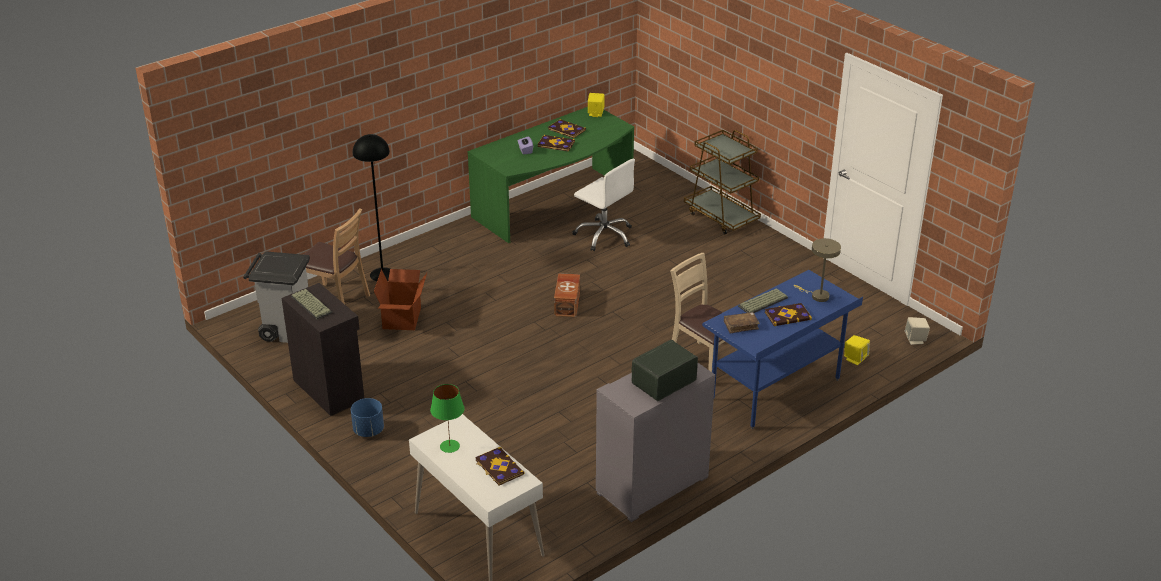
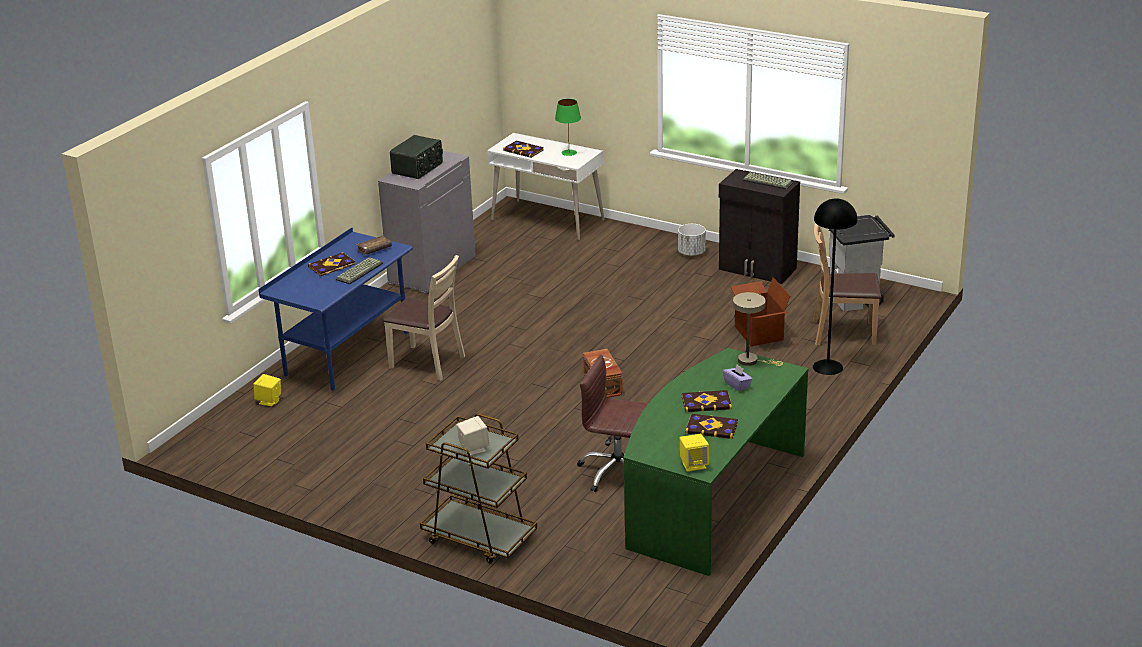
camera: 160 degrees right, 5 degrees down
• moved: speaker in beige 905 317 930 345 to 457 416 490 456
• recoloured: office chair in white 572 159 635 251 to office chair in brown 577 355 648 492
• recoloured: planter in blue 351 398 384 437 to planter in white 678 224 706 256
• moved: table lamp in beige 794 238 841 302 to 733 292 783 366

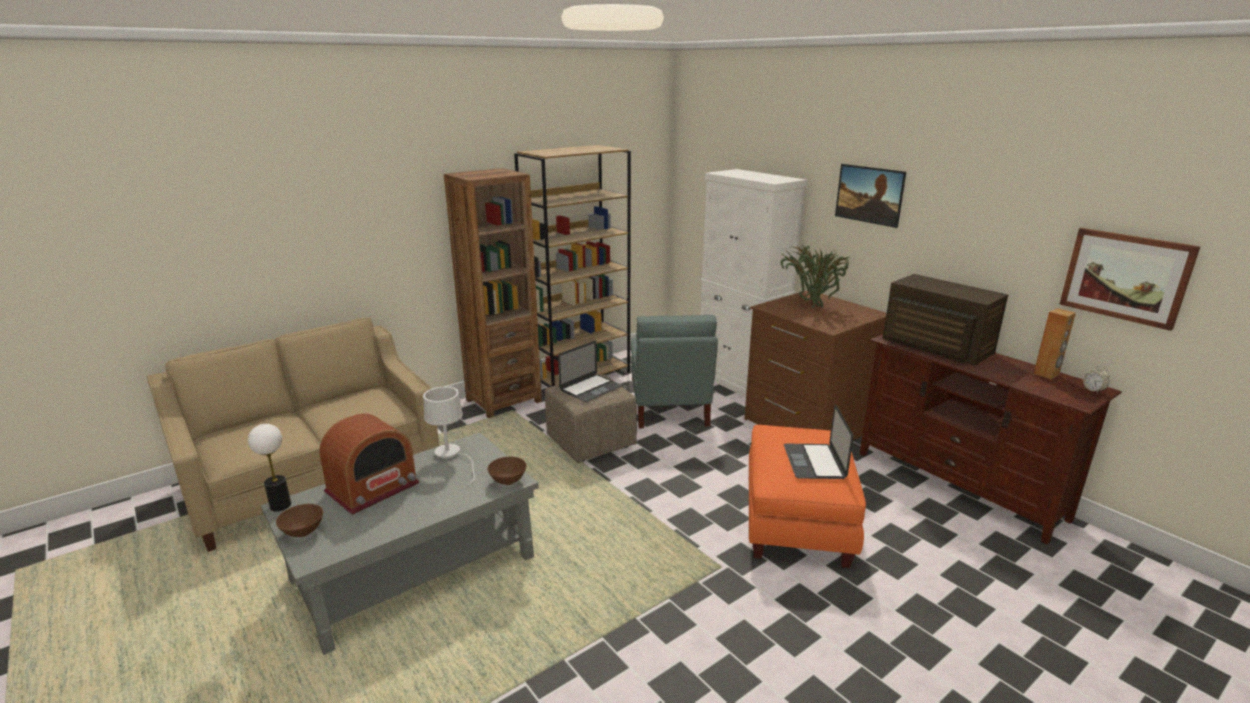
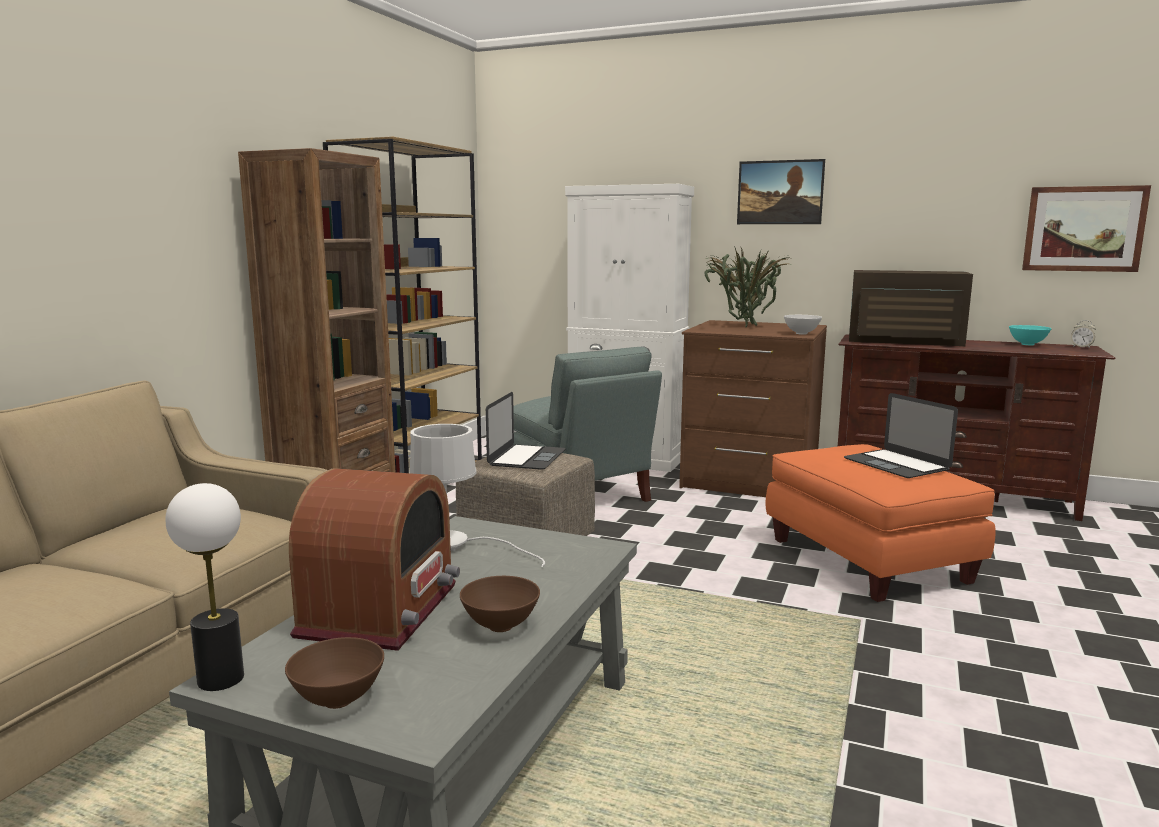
camera: 30 degrees left, 10 degrees down
• moved: bowl in brown 488 457 527 485 to 460 576 540 632
• added: bowl in white 784 315 822 334
• replaced: speaker in brown 1033 308 1076 379 to bowl in turquoise 1009 325 1051 345

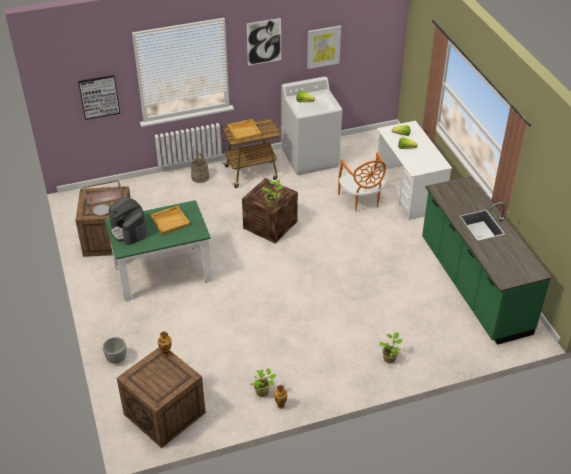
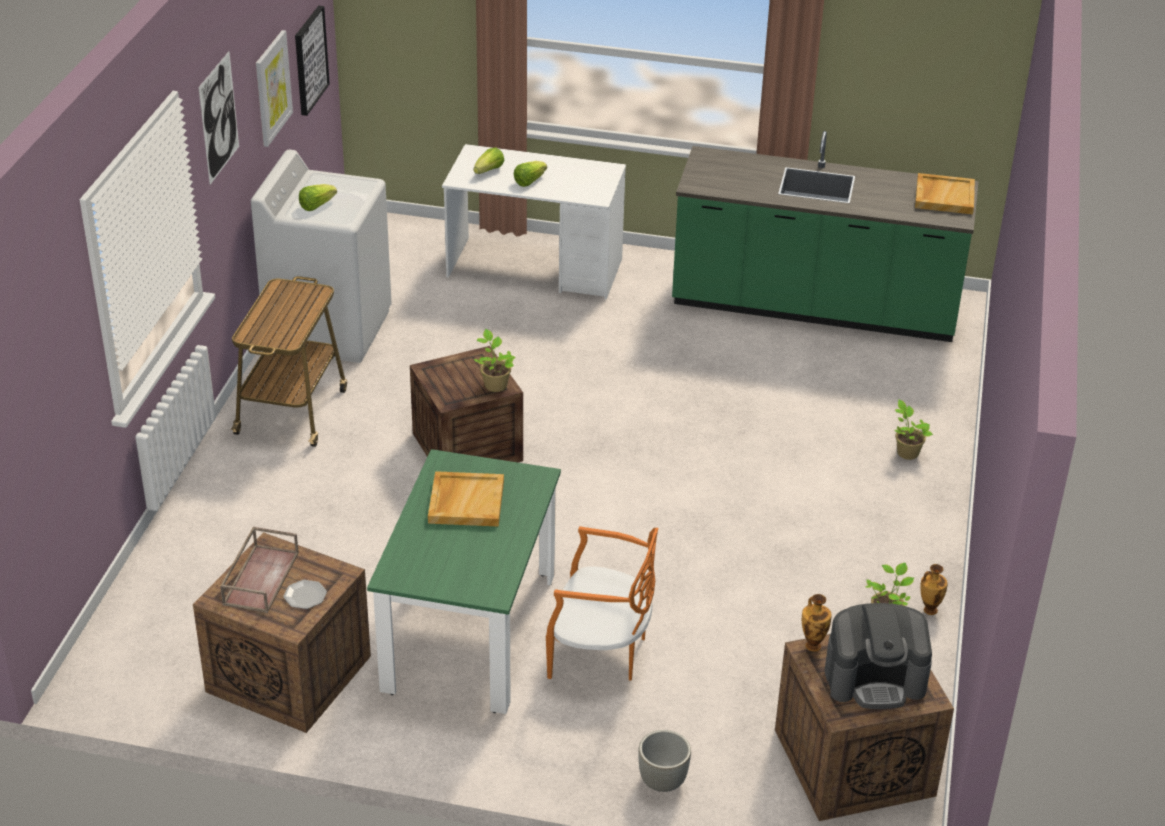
camera: 60 degrees left, 5 degrees down
• moved: picture 78 75 120 120 to 295 6 330 116
• moved: chair in orange 338 153 386 212 to 546 526 658 681
• moved: coffee machine 109 197 147 245 to 825 603 932 709
• moved: tray in beige 227 119 261 142 to 915 173 975 214
• removed: bucket in beige 191 153 209 183

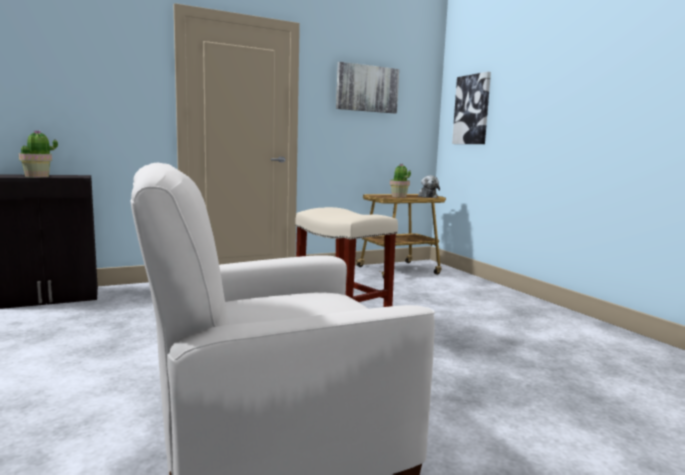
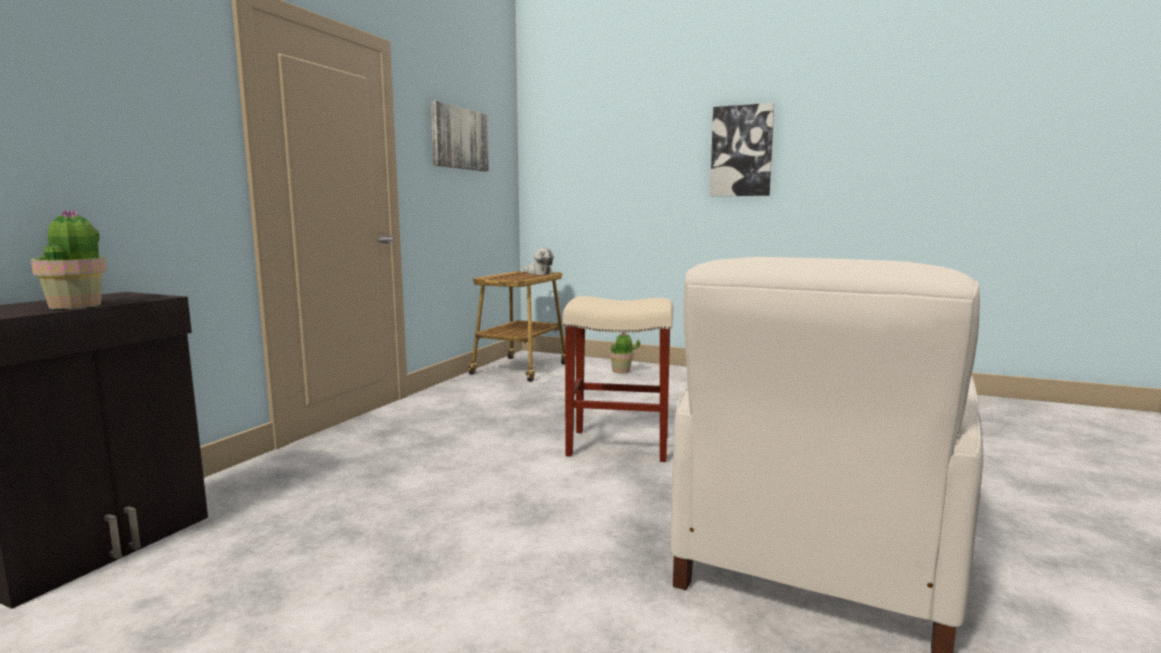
camera: 40 degrees left, 0 degrees up
• moved: potted plant 390 164 411 198 to 609 333 640 373
• moved: picture 452 72 491 144 to 710 103 774 196

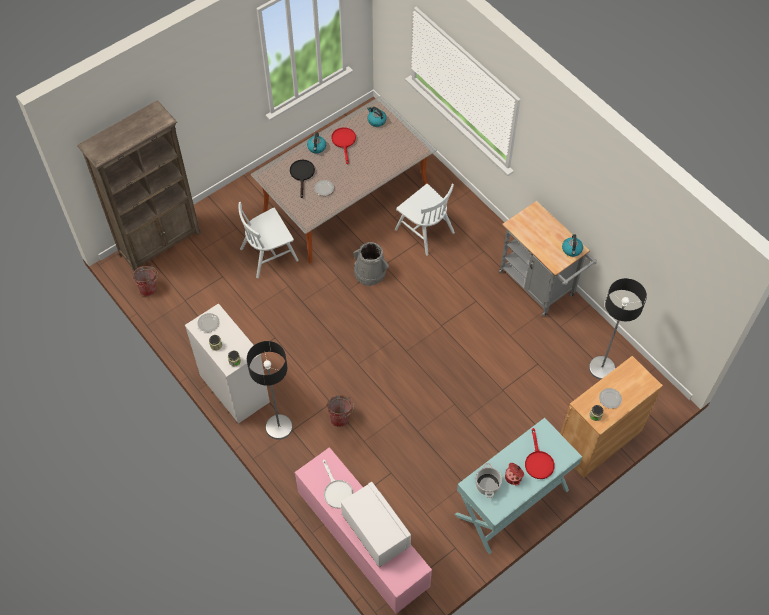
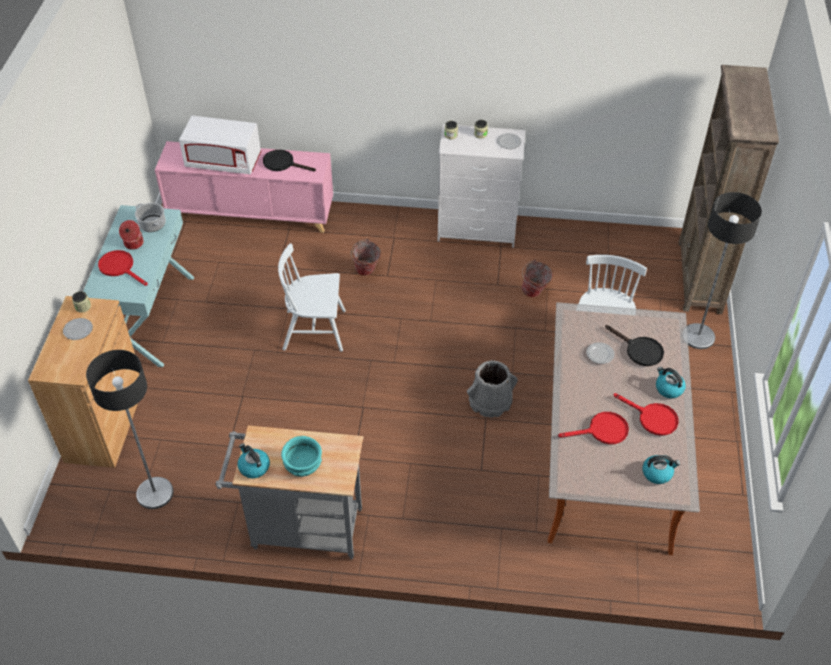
camera: 135 degrees right, 10 degrees down
• recoloured: frying pan in white 323 460 353 509 to frying pan in black 263 150 316 171
• moved: chair in white 395 184 455 256 to 278 243 346 352
• added: bowl in turquoise 281 436 322 477
• moved: bucket 133 265 158 296 to 522 259 553 298
• added: frying pan in red 558 412 629 444
• moved: floor lamp 247 341 293 440 to 687 192 762 349

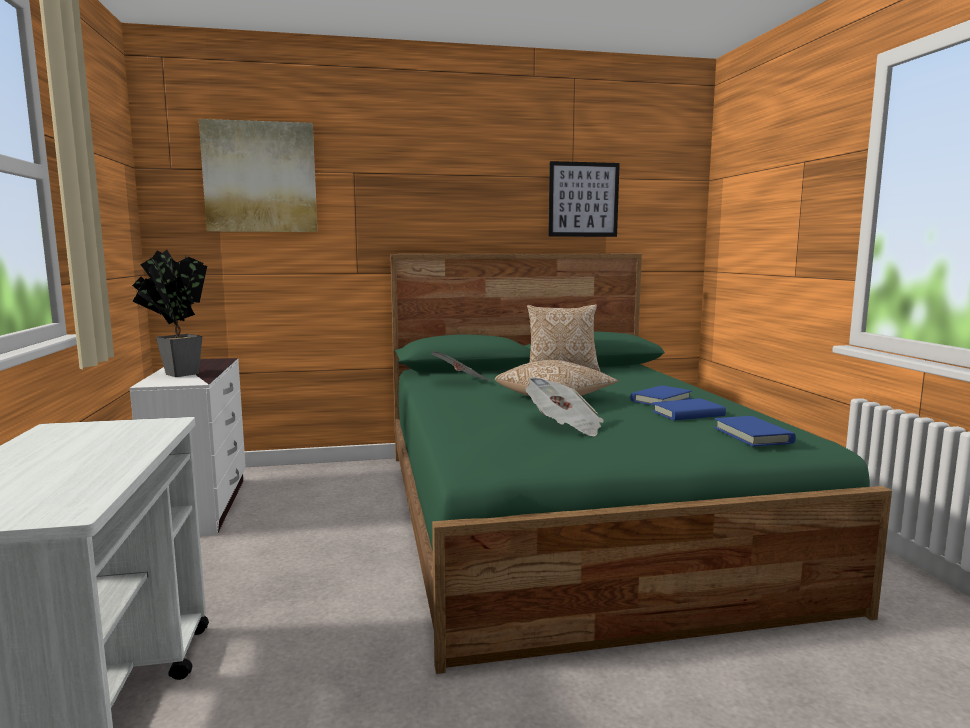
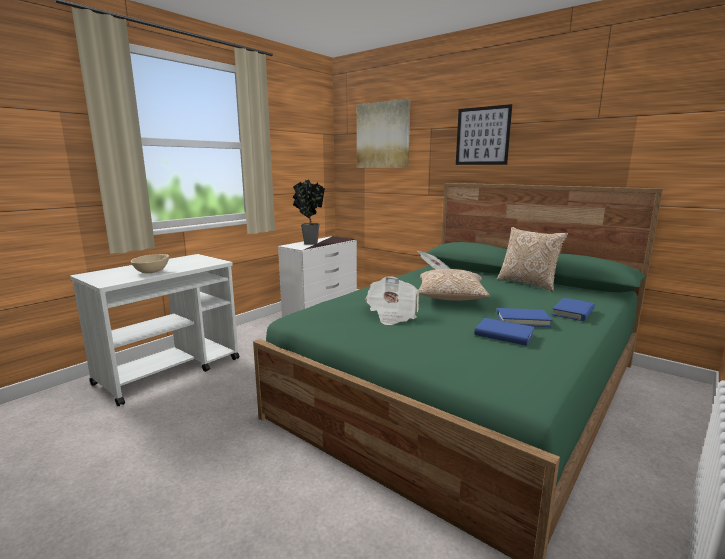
camera: 50 degrees right, 5 degrees up
• added: bowl in beige 131 254 169 273
• moved: picture 548 161 620 237 to 456 104 512 165
• moved: book in blue 714 416 796 447 to 552 298 595 321

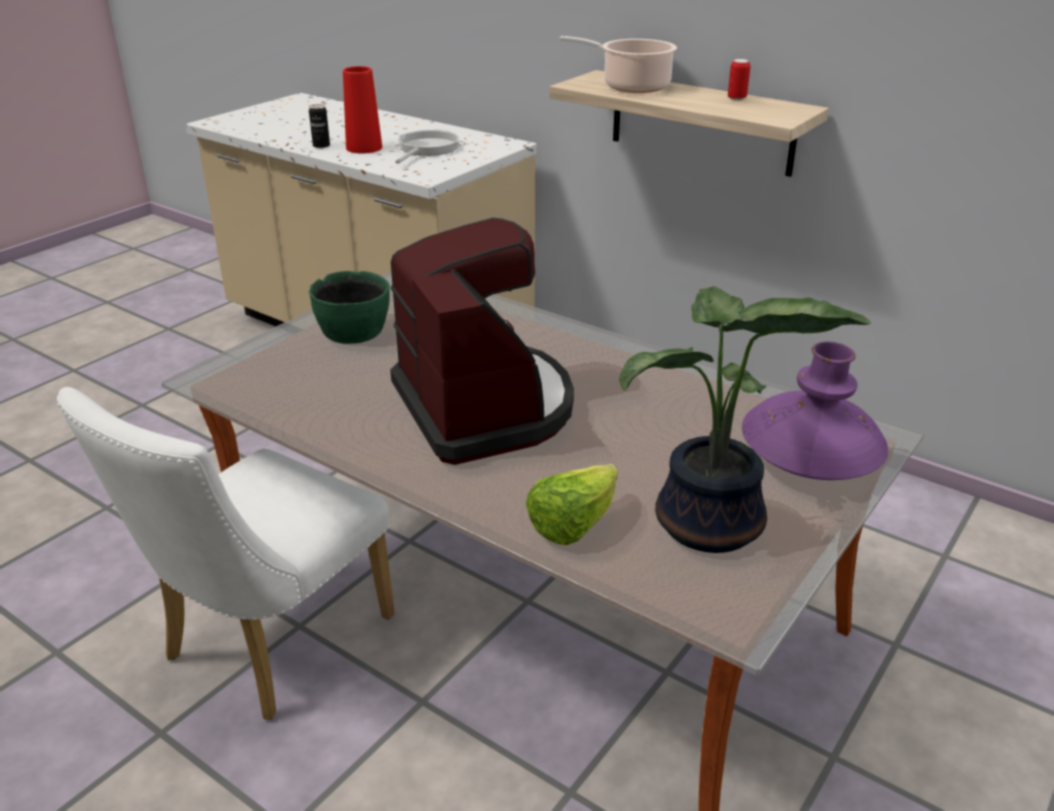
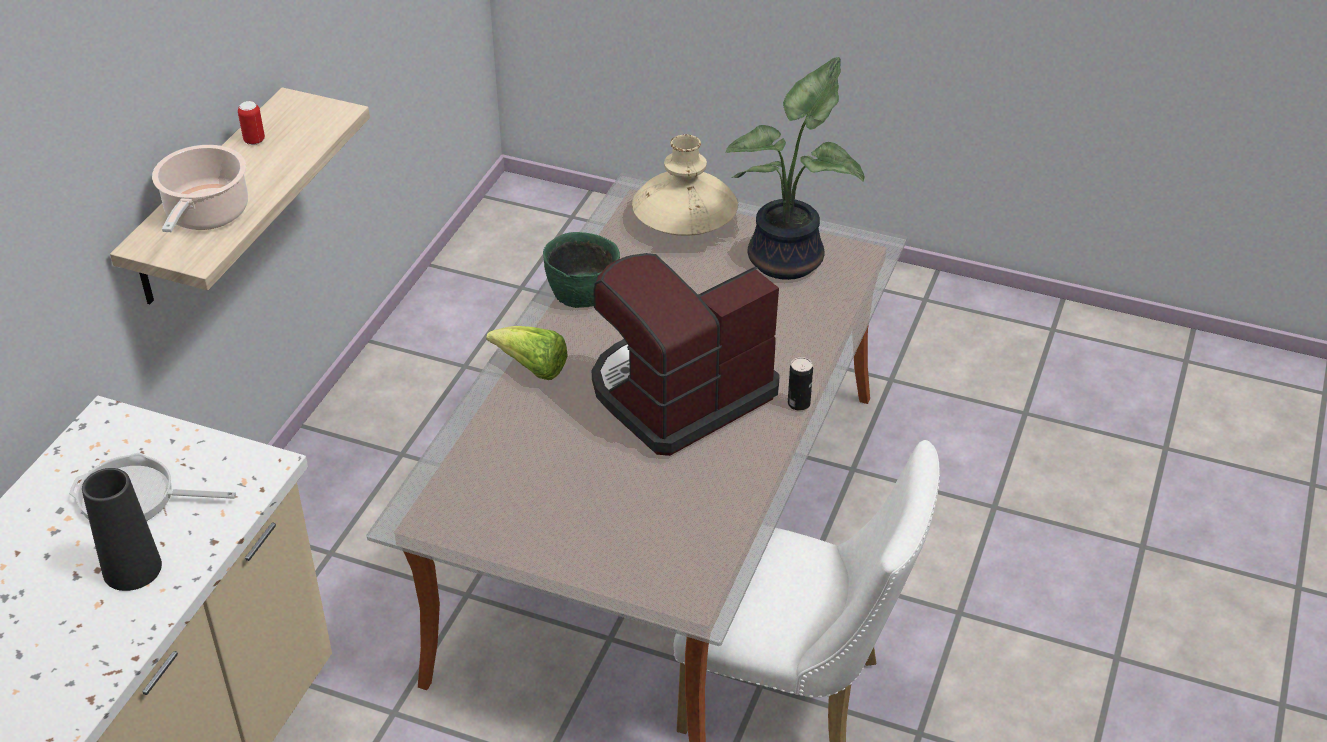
camera: 105 degrees left, 10 degrees up
• recoloured: vase in red 343 66 382 153 to vase in black 82 468 162 591
• moved: lettuce 526 464 618 545 to 486 326 568 380
• moved: bowl in green 309 271 390 344 to 543 232 620 308
• recoloured: vase in purple 742 341 888 480 to vase in beige 632 134 738 236
• moved: can 309 104 330 148 to 788 357 813 411

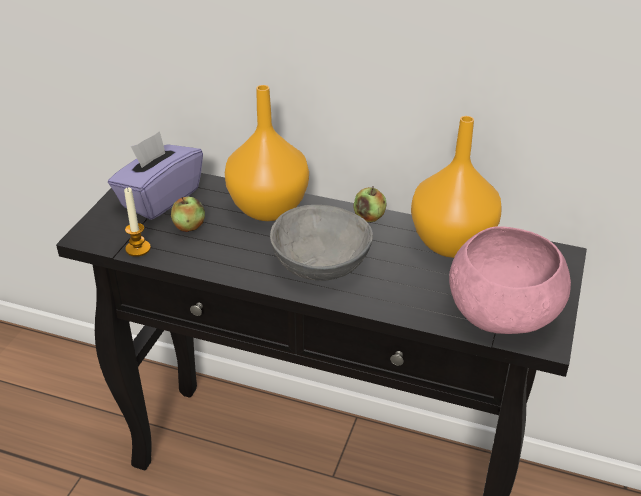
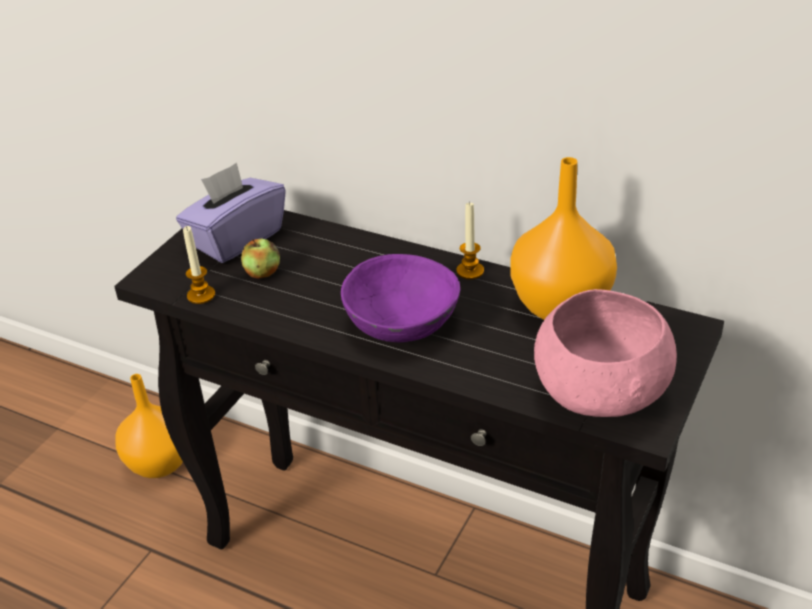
camera: 10 degrees right, 0 degrees up
• moved: vase in orange 225 85 309 221 to 115 374 183 478
• recoloured: bowl in grey 270 205 373 281 to bowl in purple 341 254 460 342
• replaced: apple 353 186 386 222 to candle 456 201 484 279

